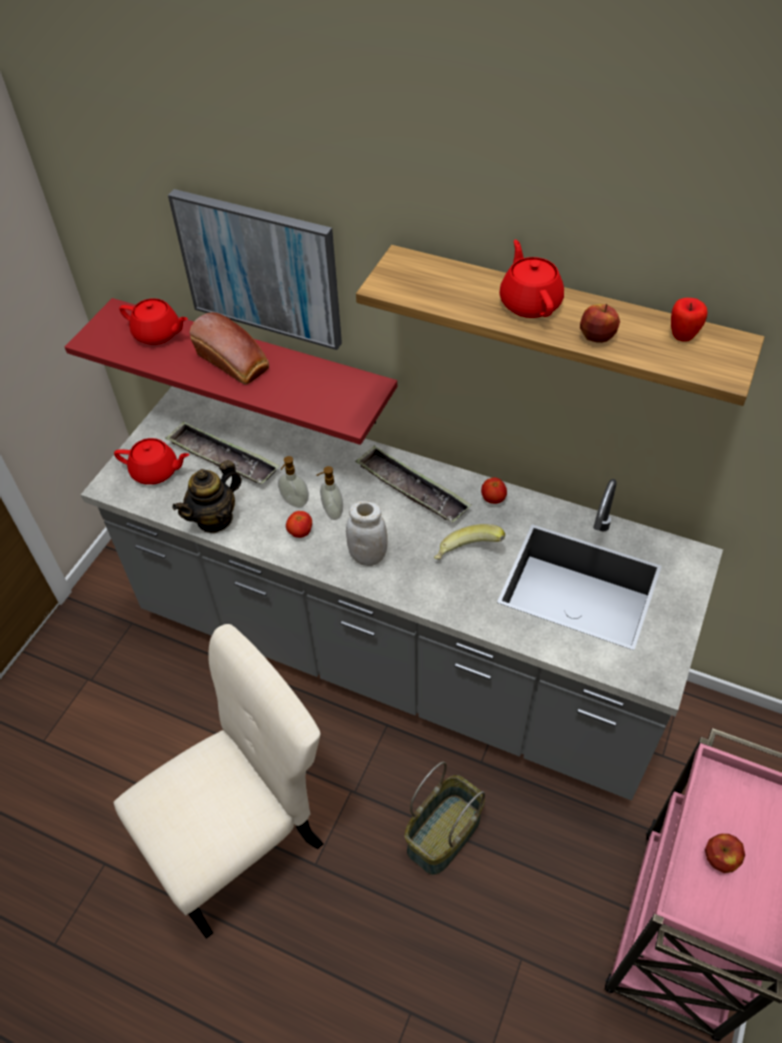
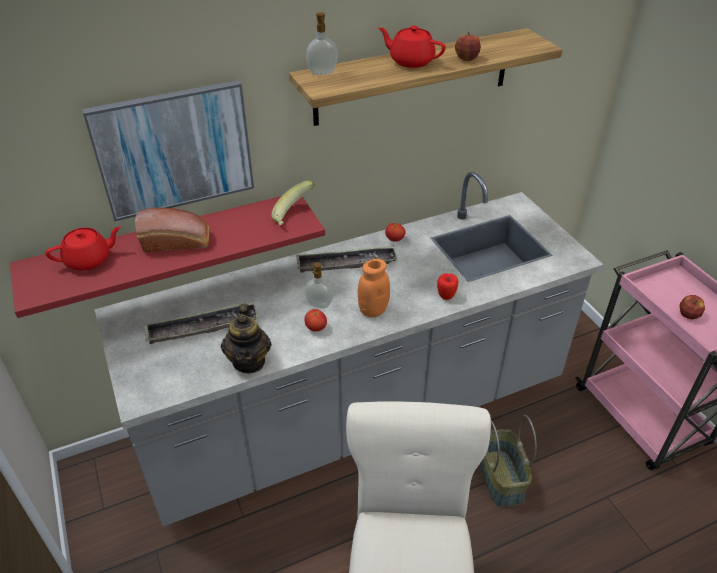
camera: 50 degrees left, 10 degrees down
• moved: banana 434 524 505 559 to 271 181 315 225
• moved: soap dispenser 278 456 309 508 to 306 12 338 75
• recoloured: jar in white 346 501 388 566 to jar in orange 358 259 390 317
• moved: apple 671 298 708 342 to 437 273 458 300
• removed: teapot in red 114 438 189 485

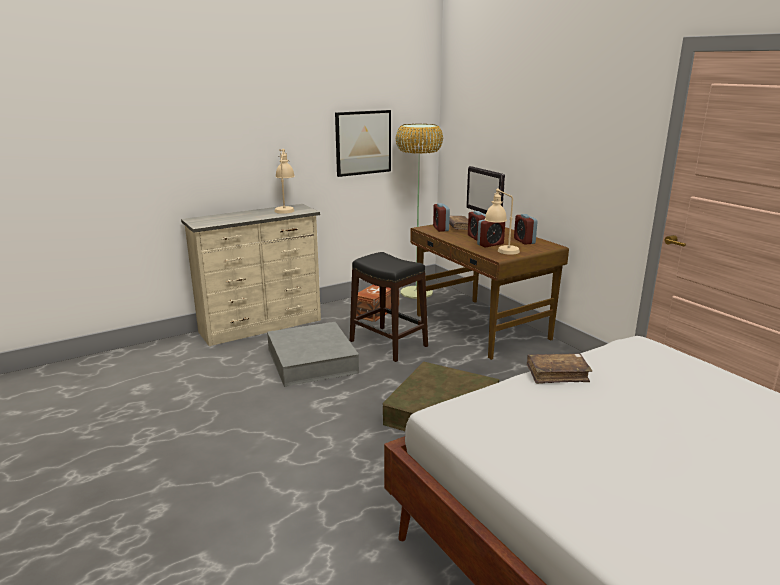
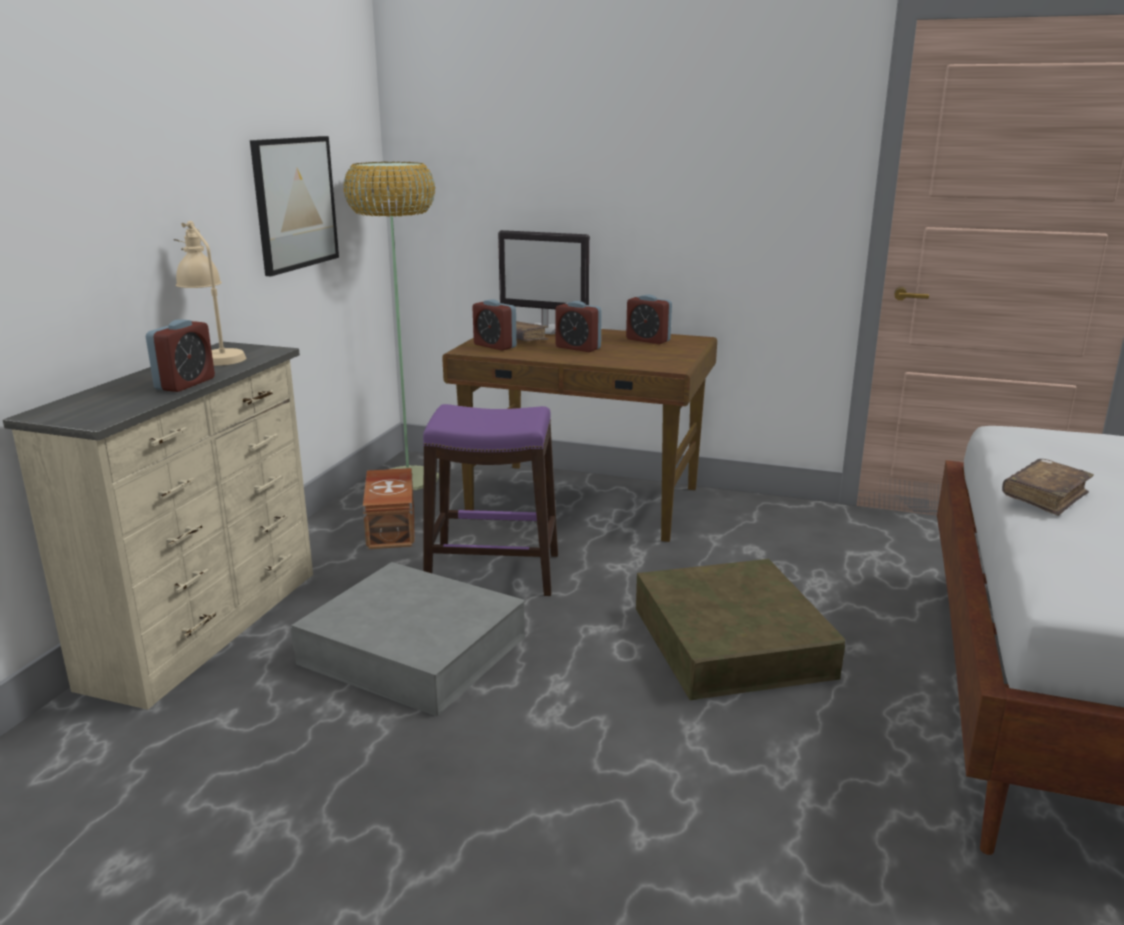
camera: 40 degrees left, 0 degrees up
• moved: alarm clock 477 220 505 248 to 146 319 215 392
• recoloured: stool in black 350 252 428 362 to stool in purple 423 404 558 596
• removed: table lamp in beige 485 188 520 255

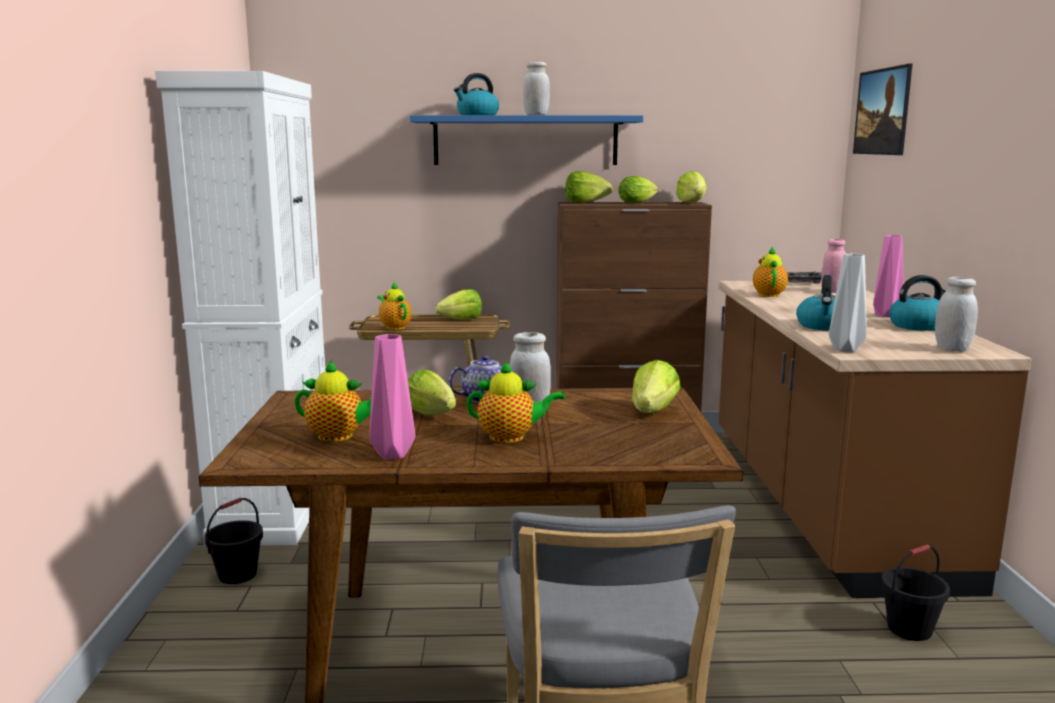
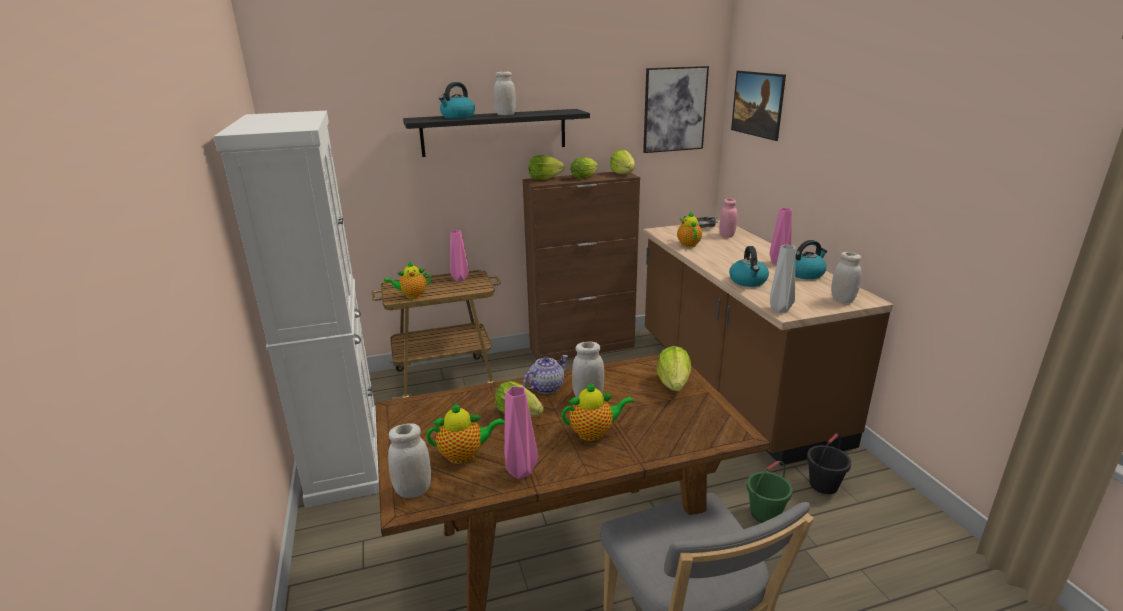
camera: 15 degrees left, 10 degrees up
• turned: teapot 377 282 412 330 = 384 261 431 299 60 degrees counterclockwise
• added: jar in white 388 423 431 498
• recoloured: shelf in blue 410 115 643 165 to shelf in black 403 109 590 157
• replaced: lettuce 435 289 482 320 to vase in pink 450 230 469 281
• added: picture 643 66 709 153
• added: bucket in green 747 461 793 523
• removed: bucket in black 204 497 263 584

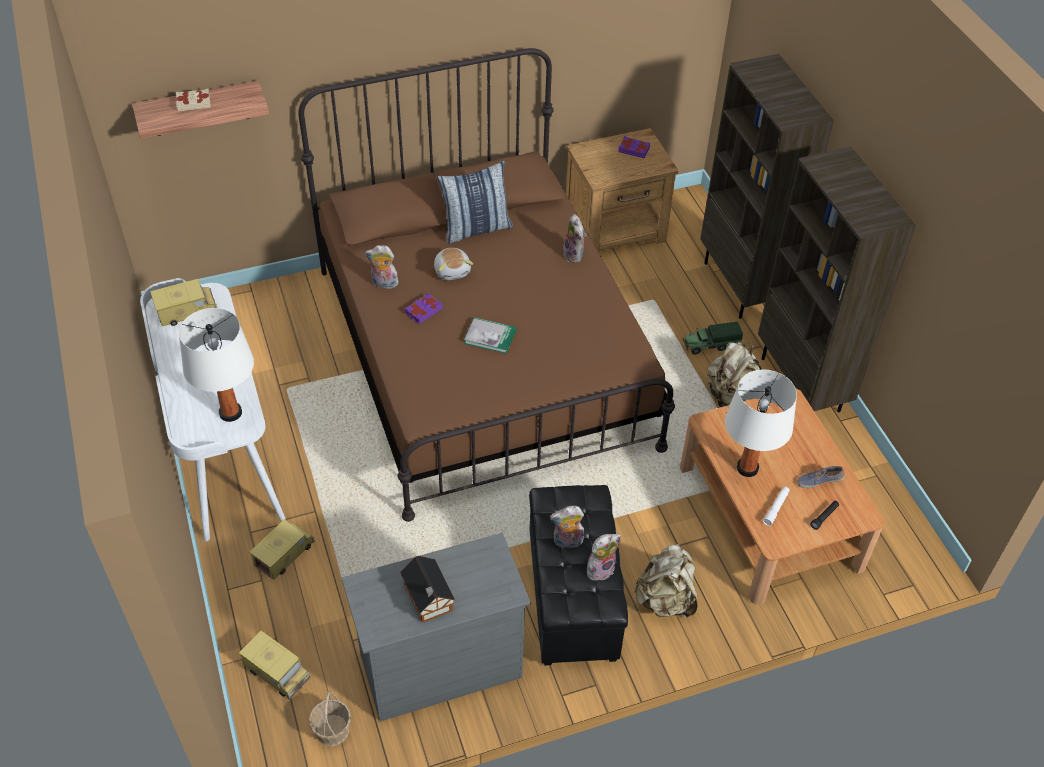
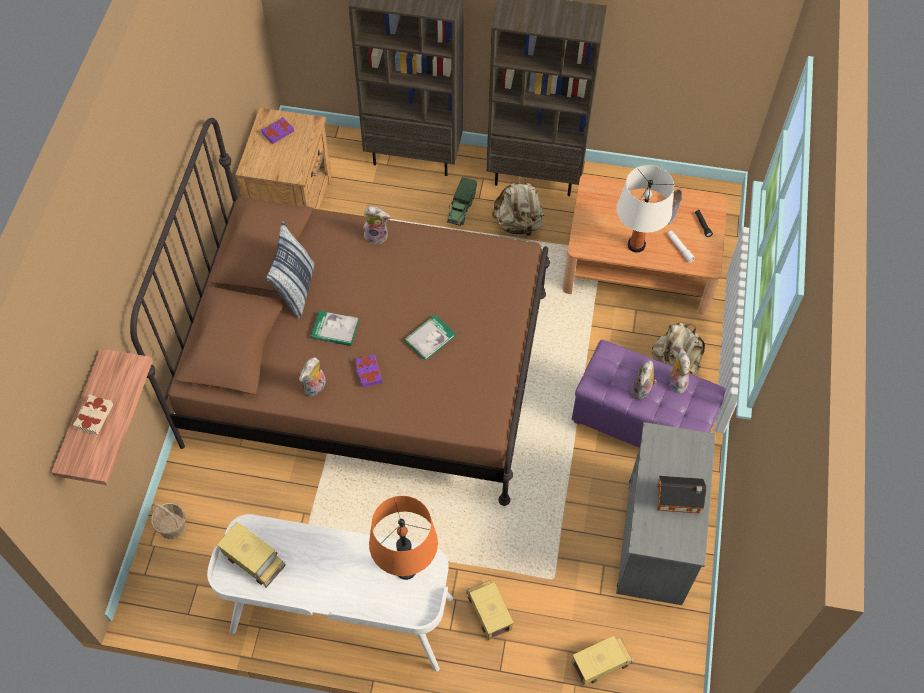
camera: 60 degrees left, 10 degrees up
• moved: basket 309 691 351 746 to 151 502 186 539
• turned: toy truck 150 279 217 326 = 217 522 286 588 120 degrees clockwise
• replaced: plush toy 434 248 473 280 to book 310 311 359 346
• recoloured: table lamp in white 179 308 254 422 to table lamp in orange 369 496 438 580
• recoloured: ottoman in black 529 485 628 665 to ottoman in purple 572 340 726 448

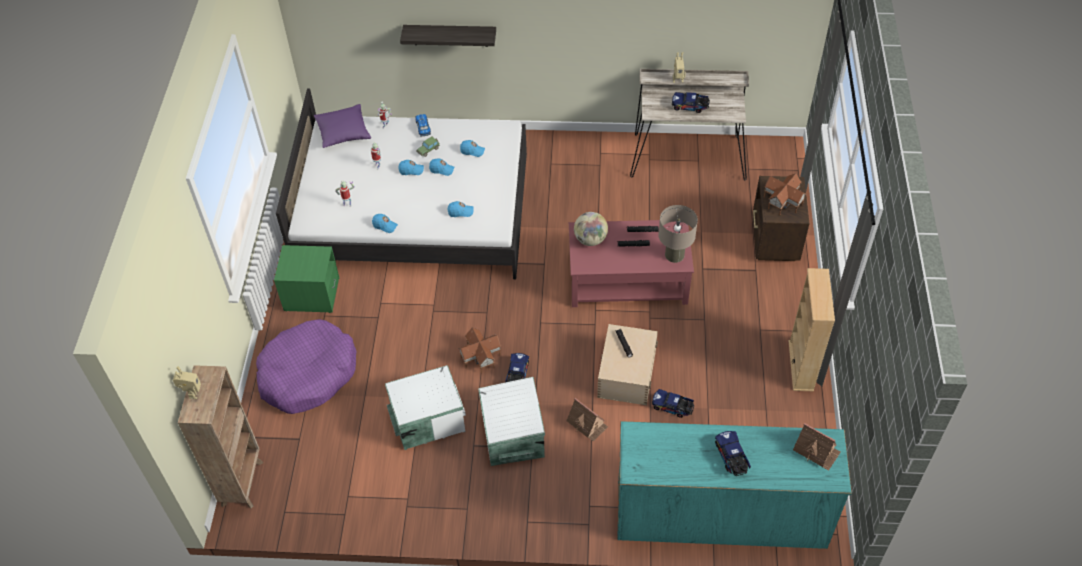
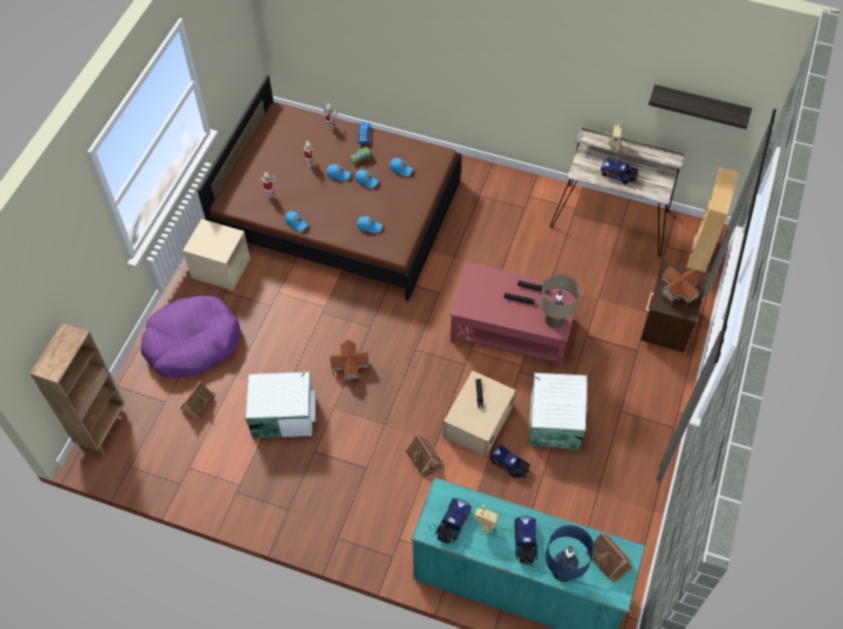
camera: 15 degrees right, 5 degrees up
• added: toy house 180 380 216 419
• recoloured: nightstand in green 274 245 339 313 to nightstand in beige 183 219 250 290
• recoloured: bed in white 276 89 527 279 to bed in brown 197 75 462 301
• moved: toy truck 506 353 529 382 to 435 498 471 544
• moved: toy robot 173 366 201 399 to 474 505 498 534
• moved: storage box in white 478 377 545 466 to 528 373 587 451
• added: table lamp in blue 545 525 594 582
• moved: shelf 400 25 496 47 to 648 85 752 129
• moved: bookcase in beige 789 268 835 391 to 687 167 738 272
• removed: pillow in purple 314 104 371 148
• removed: globe 574 212 608 246

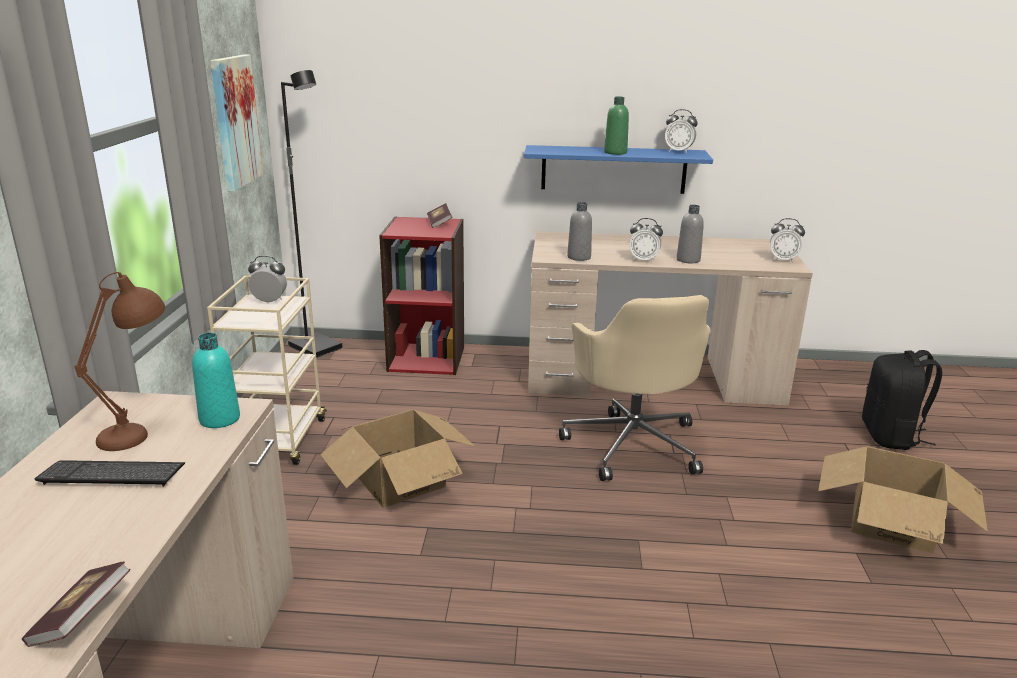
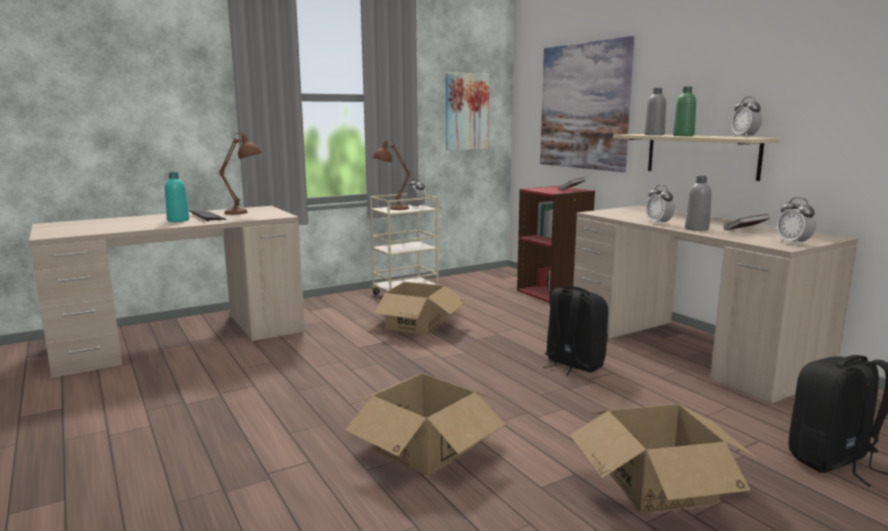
camera: 55 degrees right, 10 degrees down
• moved: bottle in turquoise 192 333 240 428 to 165 172 189 222
• added: cardboard box 345 373 506 476
• added: table lamp in brown 373 140 410 210
• added: picture 540 36 634 172
• replaced: office chair in beige 559 295 710 481 to backpack in black 543 286 608 376
• recoloured: shelf in blue 524 145 713 194 to shelf in beige 613 134 780 181
• moved: bottle in grey 567 202 592 261 to 644 88 666 135
• moved: book 22 562 131 647 to 724 214 770 230
• removed: floor lamp in black 281 70 342 358

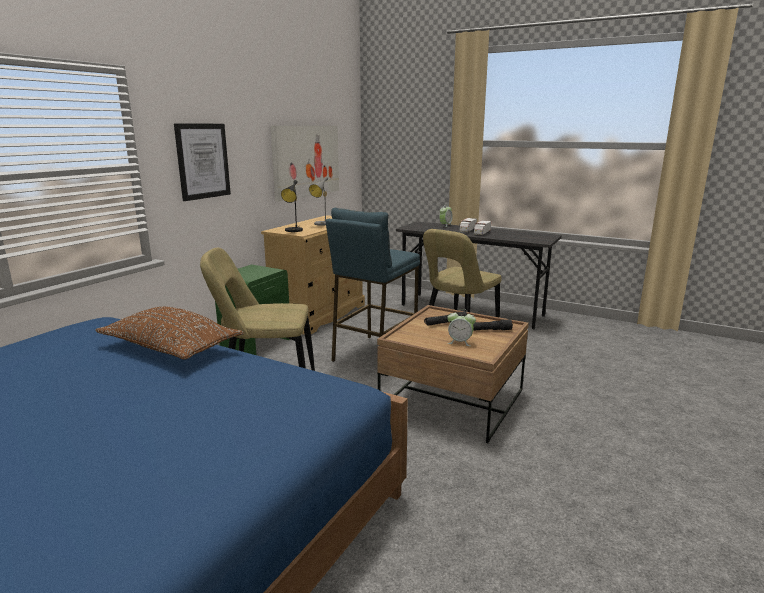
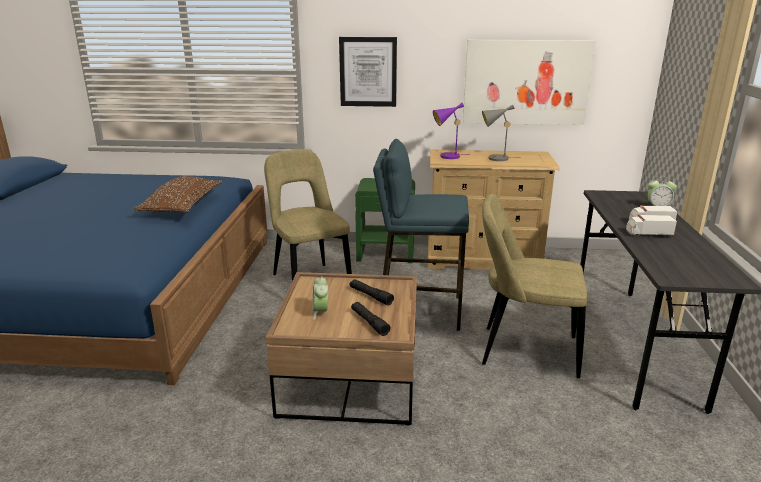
camera: 65 degrees right, 5 degrees up
• recoloured: table lamp in black 281 180 303 232 to table lamp in purple 433 103 468 159

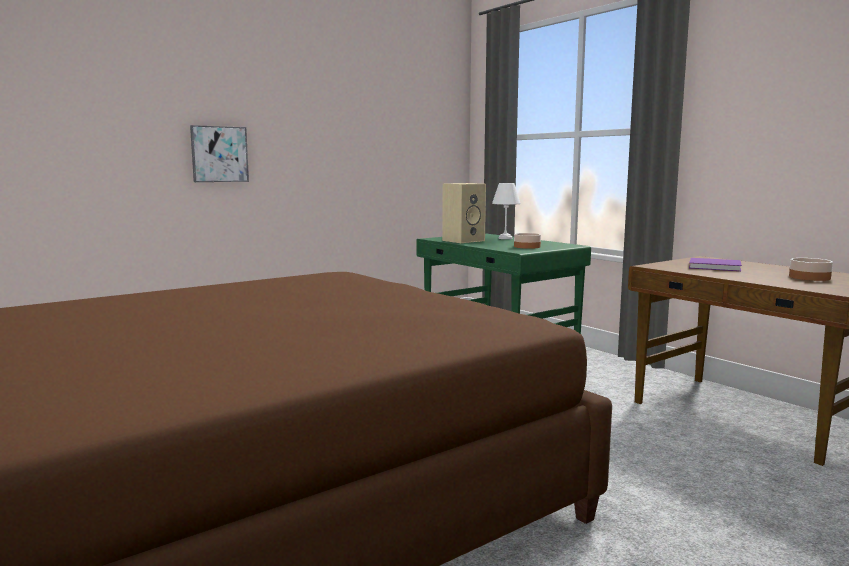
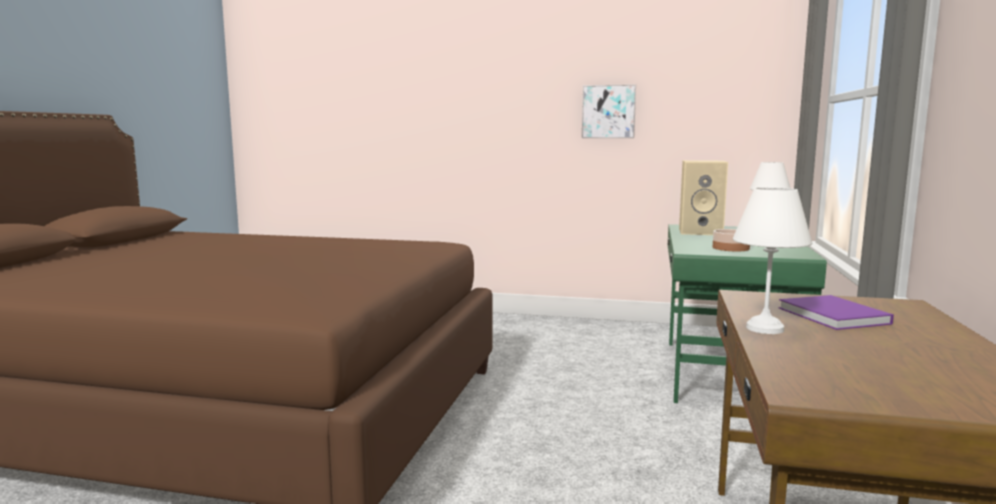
camera: 50 degrees right, 0 degrees up
• moved: picture 190 125 249 182 to 582 84 636 138
• added: table lamp in white 733 187 812 334
• removed: bowl 789 258 833 281

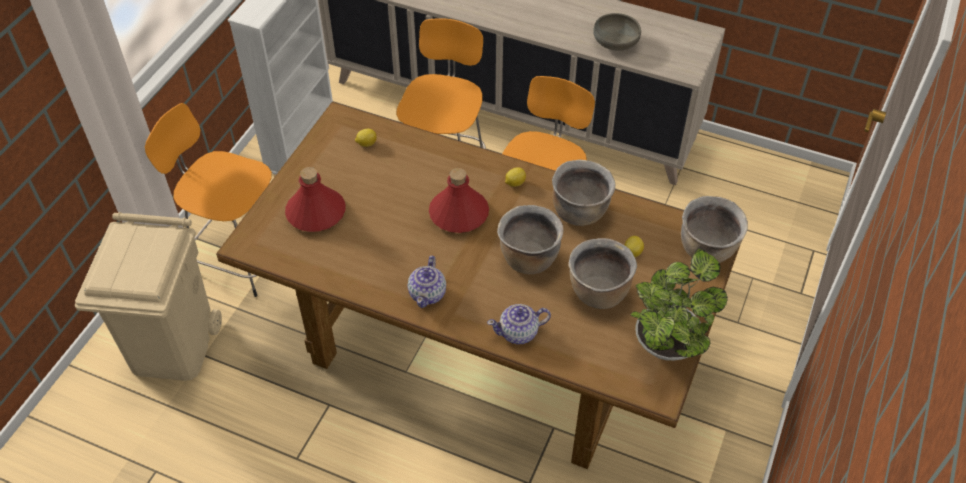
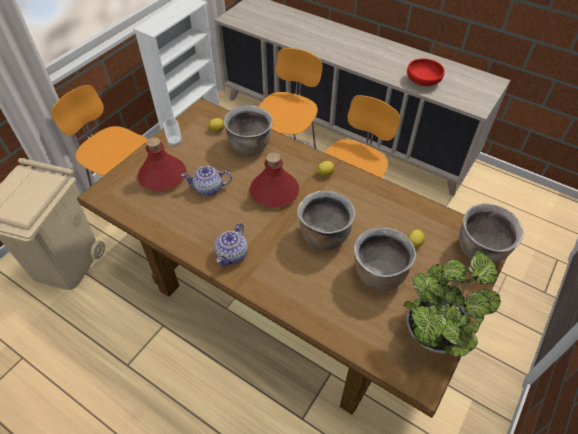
camera: 10 degrees right, 0 degrees up
• added: cup 163 118 182 146
• moved: teapot 487 304 551 344 to 181 166 232 196
• moved: cooking pot in brown 552 160 615 226 to 224 105 273 155
• recoloured: bowl in grey 593 13 641 51 to bowl in red 407 58 445 86

